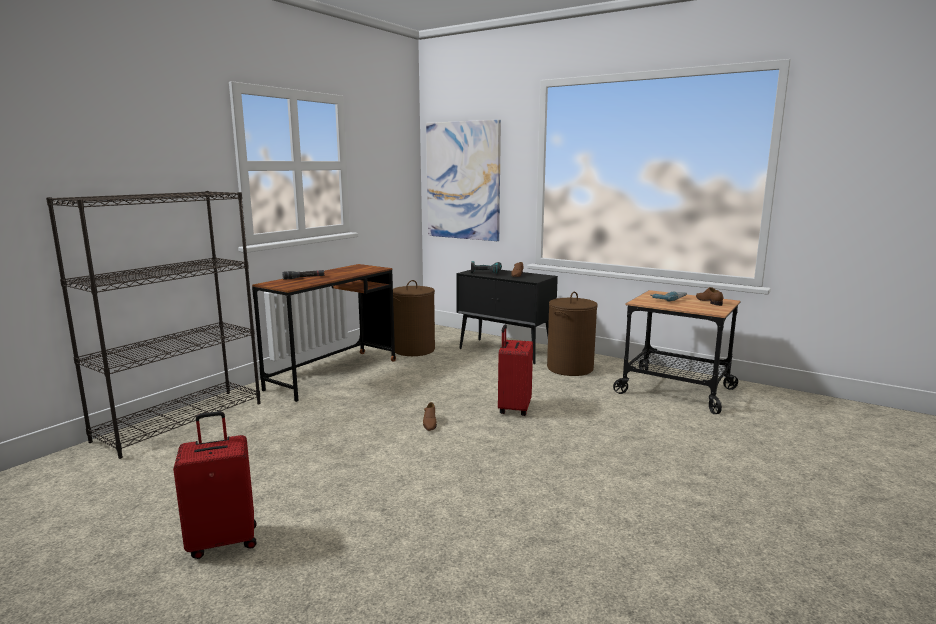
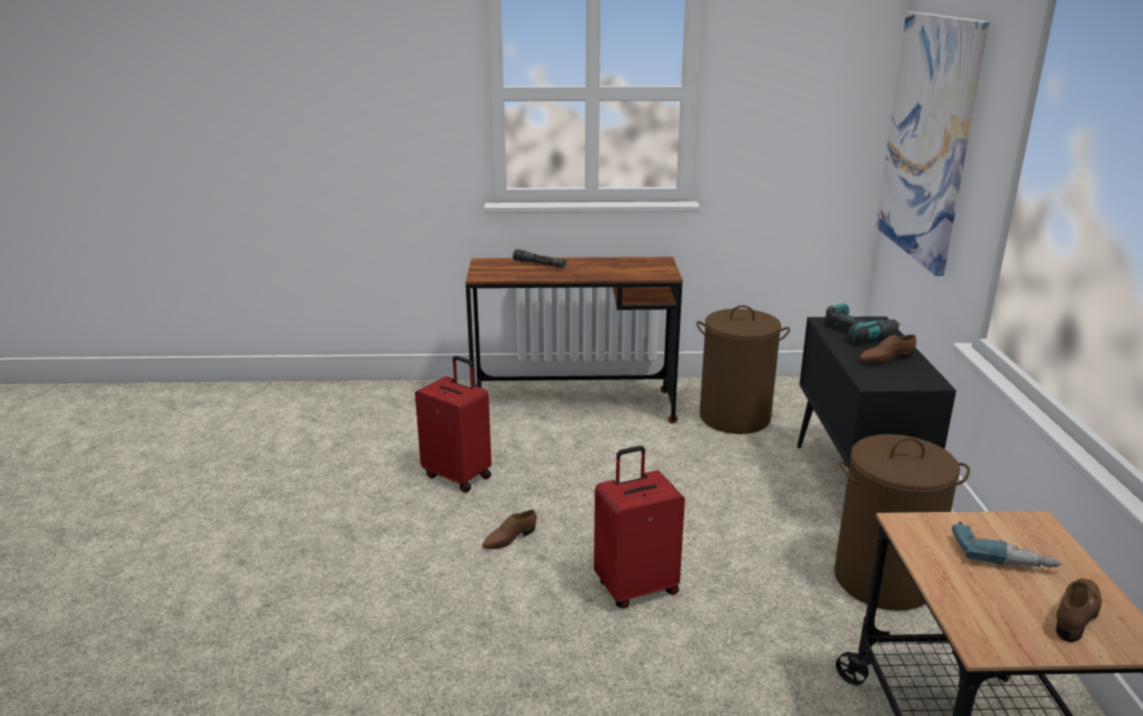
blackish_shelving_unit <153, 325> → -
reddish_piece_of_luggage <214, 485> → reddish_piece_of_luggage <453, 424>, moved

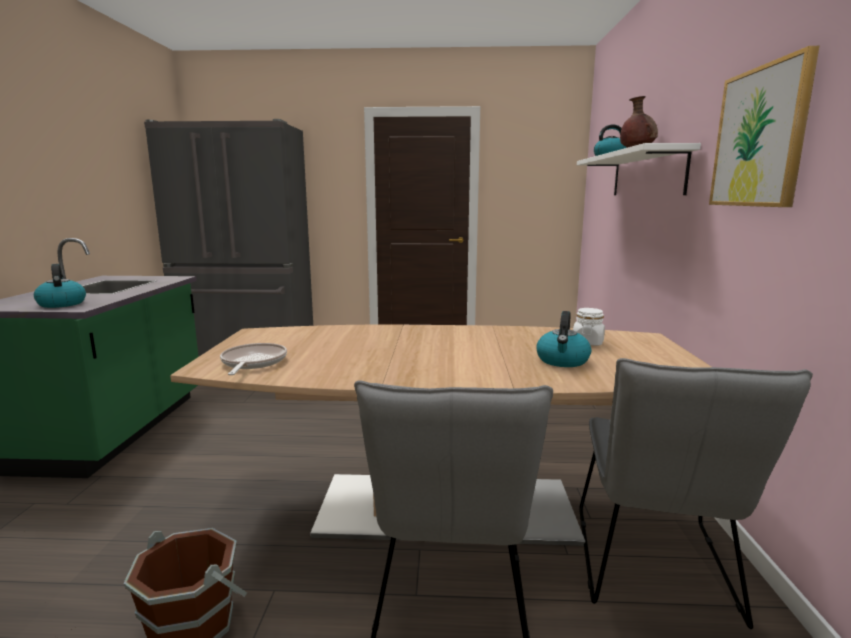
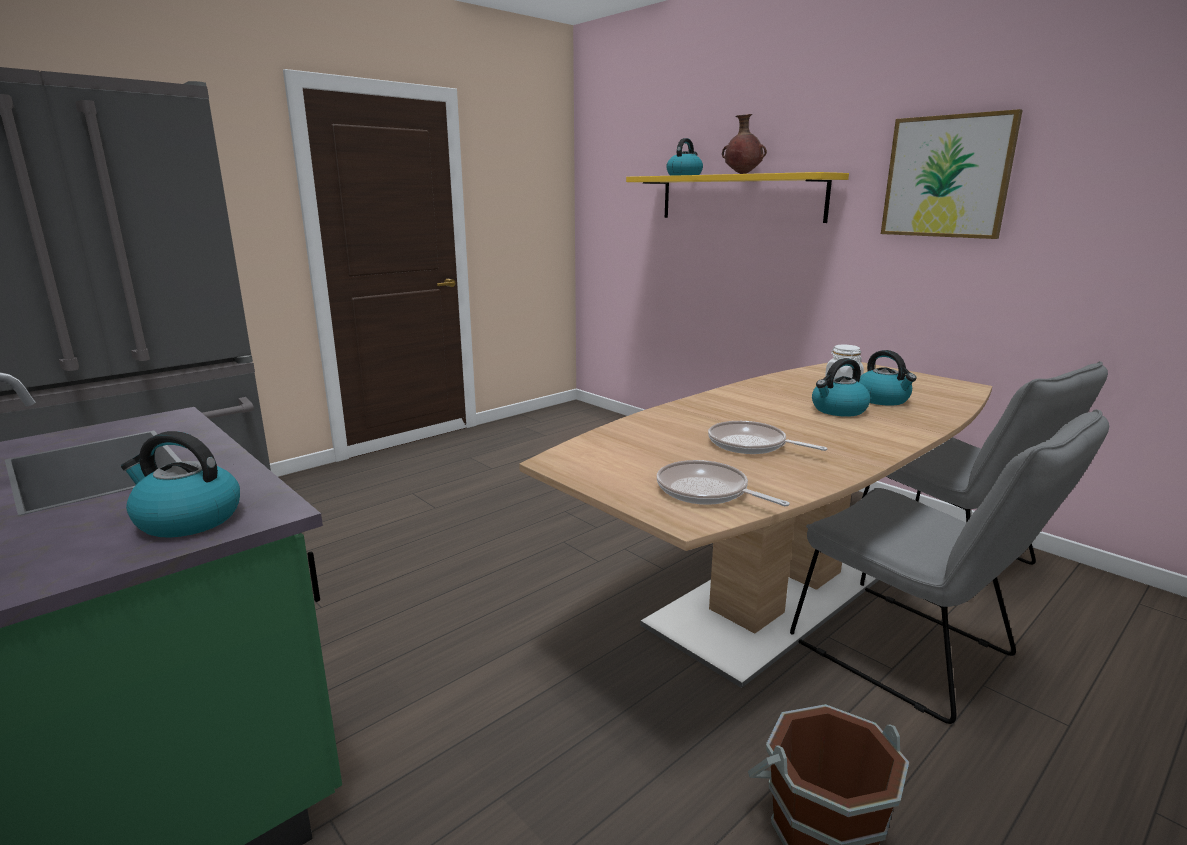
white_bracket_shelf <639, 169> → yellow-coloured_bracket_shelf <737, 197>
- → tea_kettle <841, 387>
- → pan <768, 437>

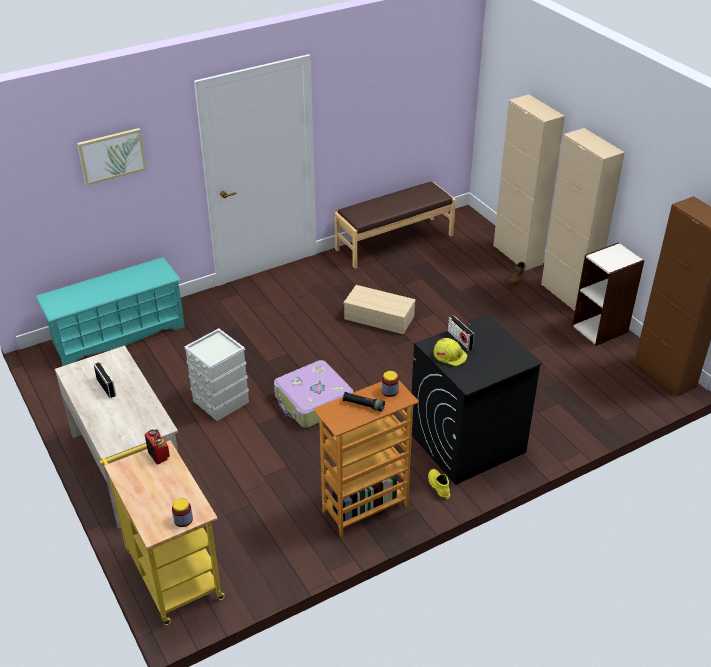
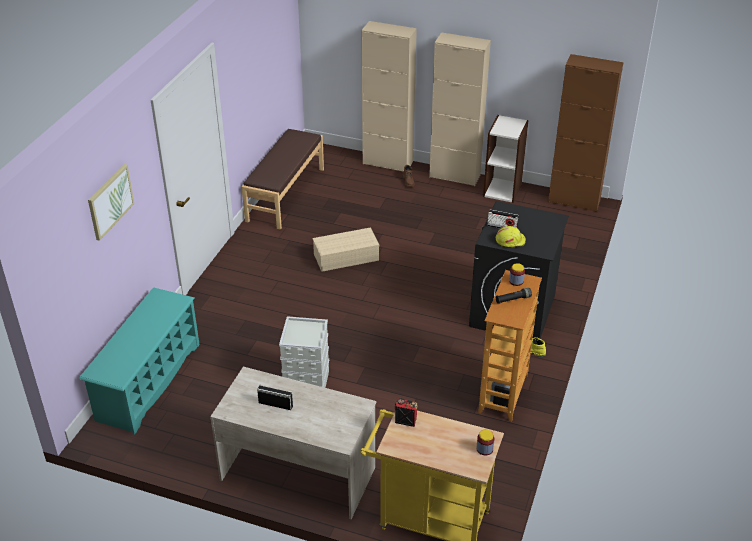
piece_of_luggage <313, 394> → -

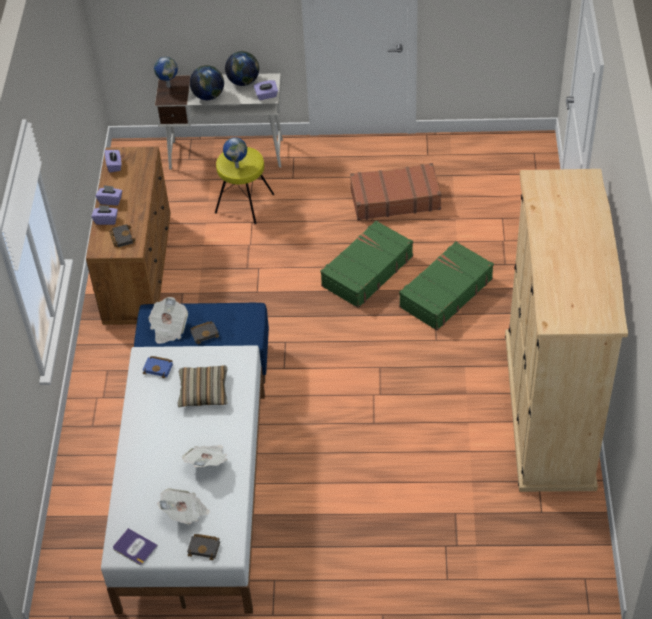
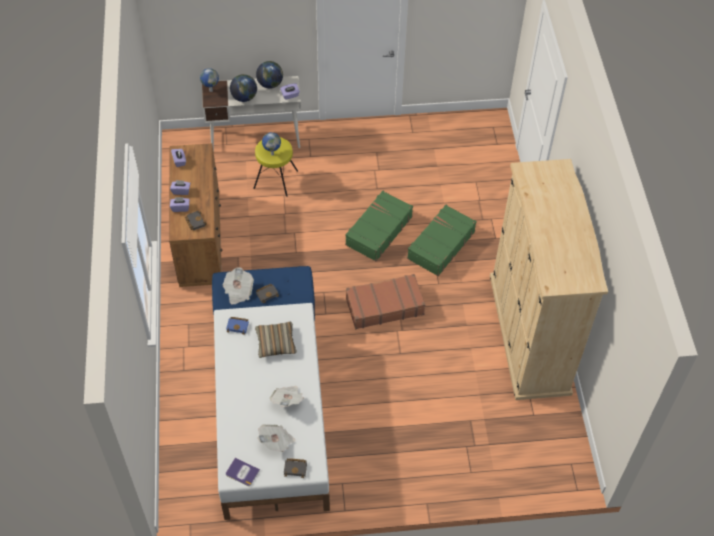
brownish_piece_of_luggage <396, 191> → brownish_piece_of_luggage <386, 301>, moved

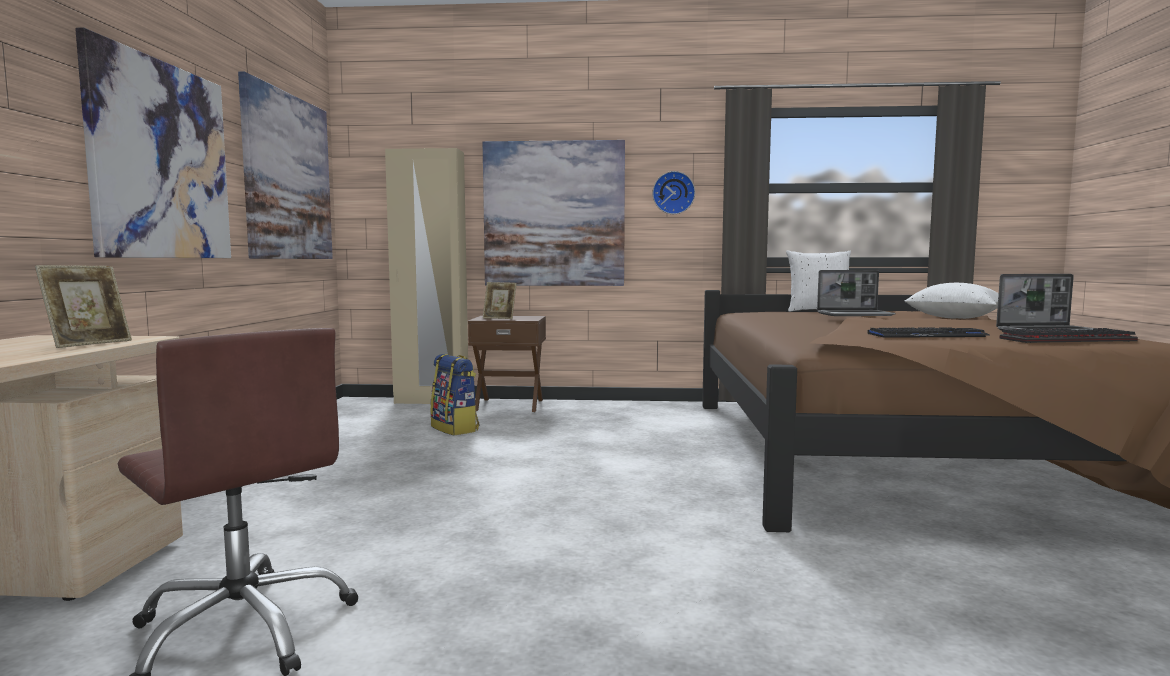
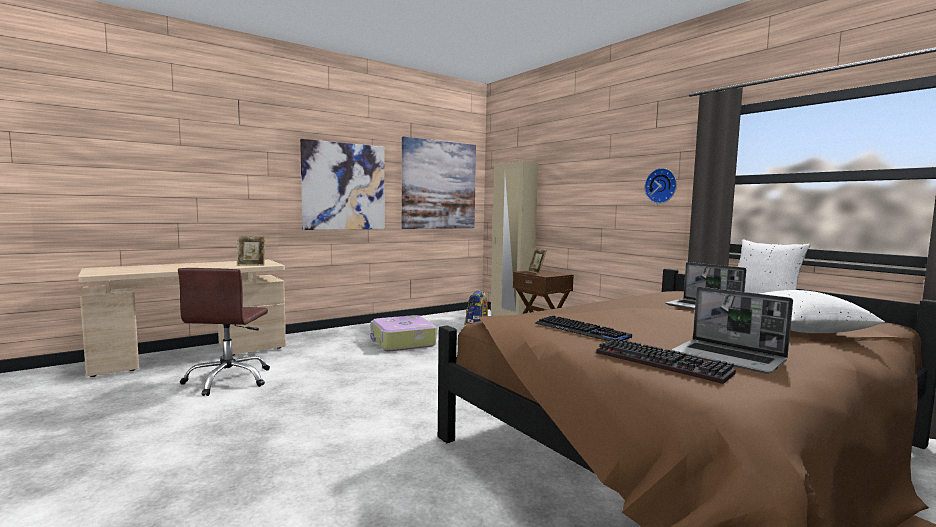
wall_art <554, 213> → -
- → piece_of_luggage <403, 333>

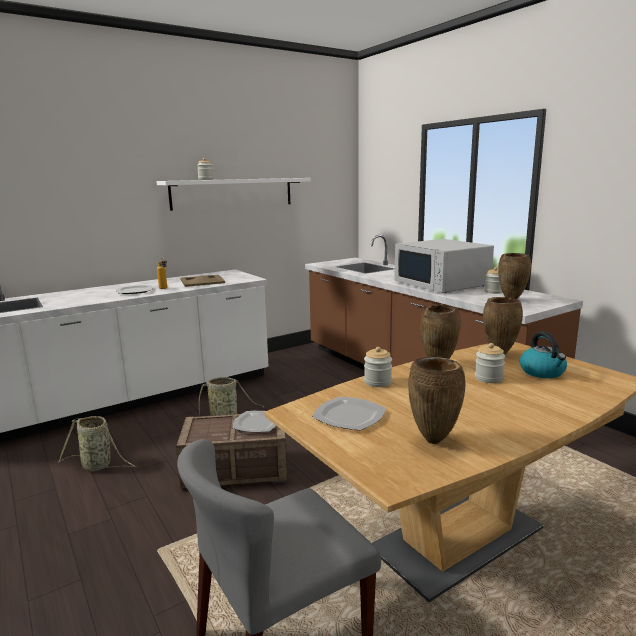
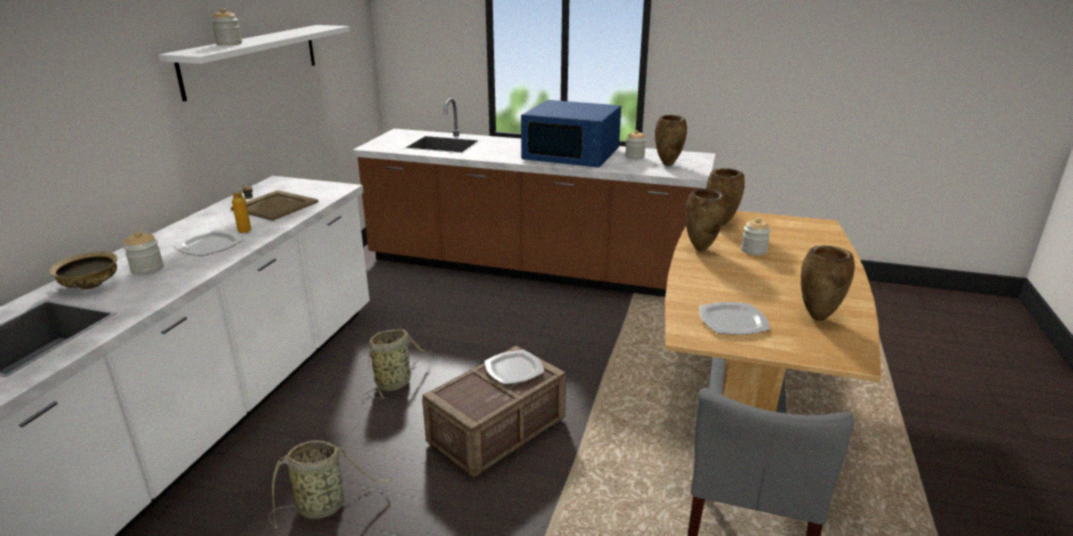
white_microwave_oven <444, 266> → blue_microwave_oven <571, 134>
tea_kettle <543, 355> → -
jar <378, 367> → jar <143, 253>, moved
- → beige-coloured_serving_bowl <83, 270>

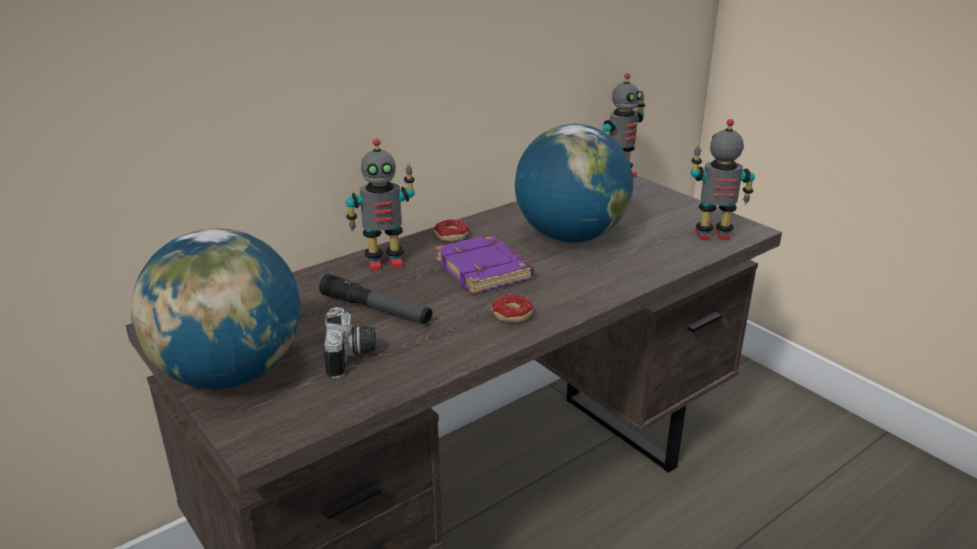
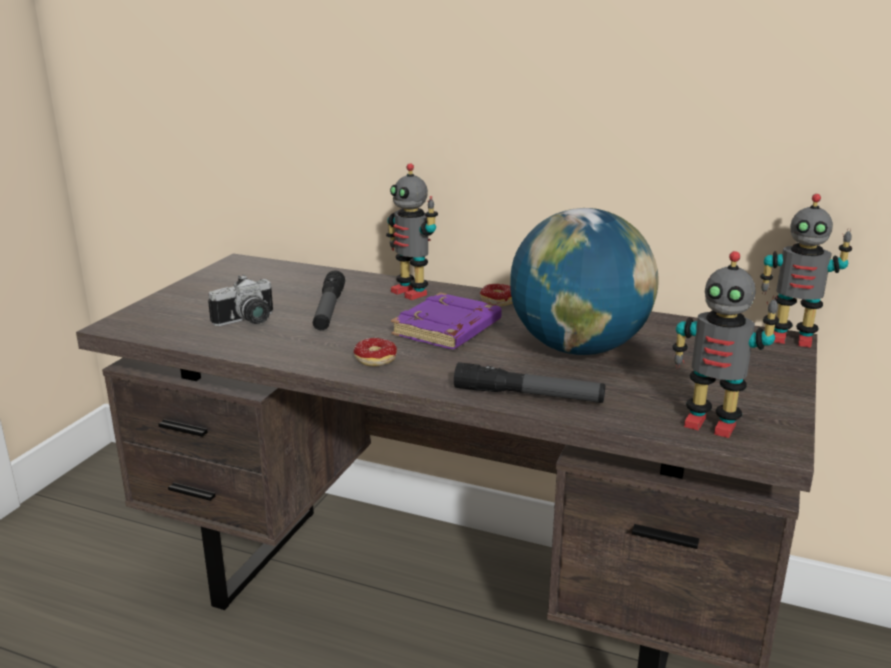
robot_figure <722, 179> → robot_figure <725, 344>, 150 degrees clockwise
globe <216, 308> → -
- → flashlight <529, 382>

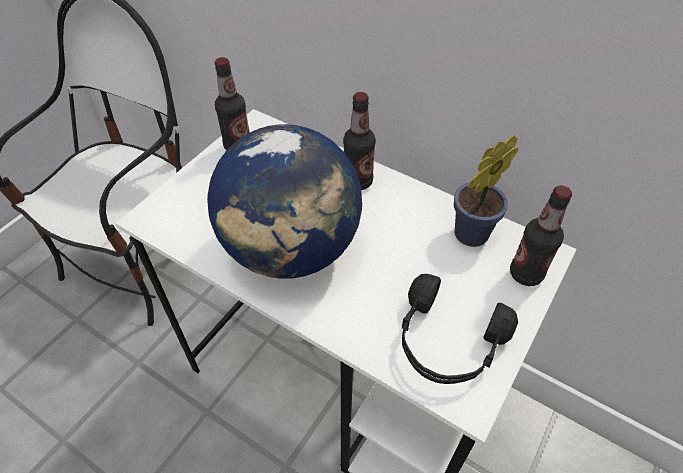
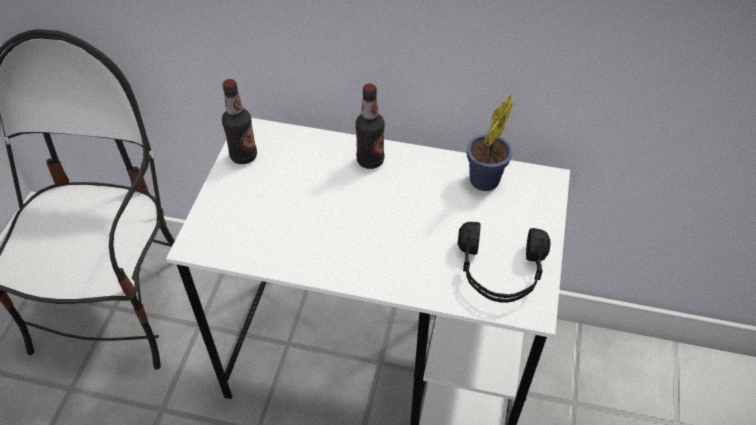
globe <284, 201> → -
bottle <541, 235> → -

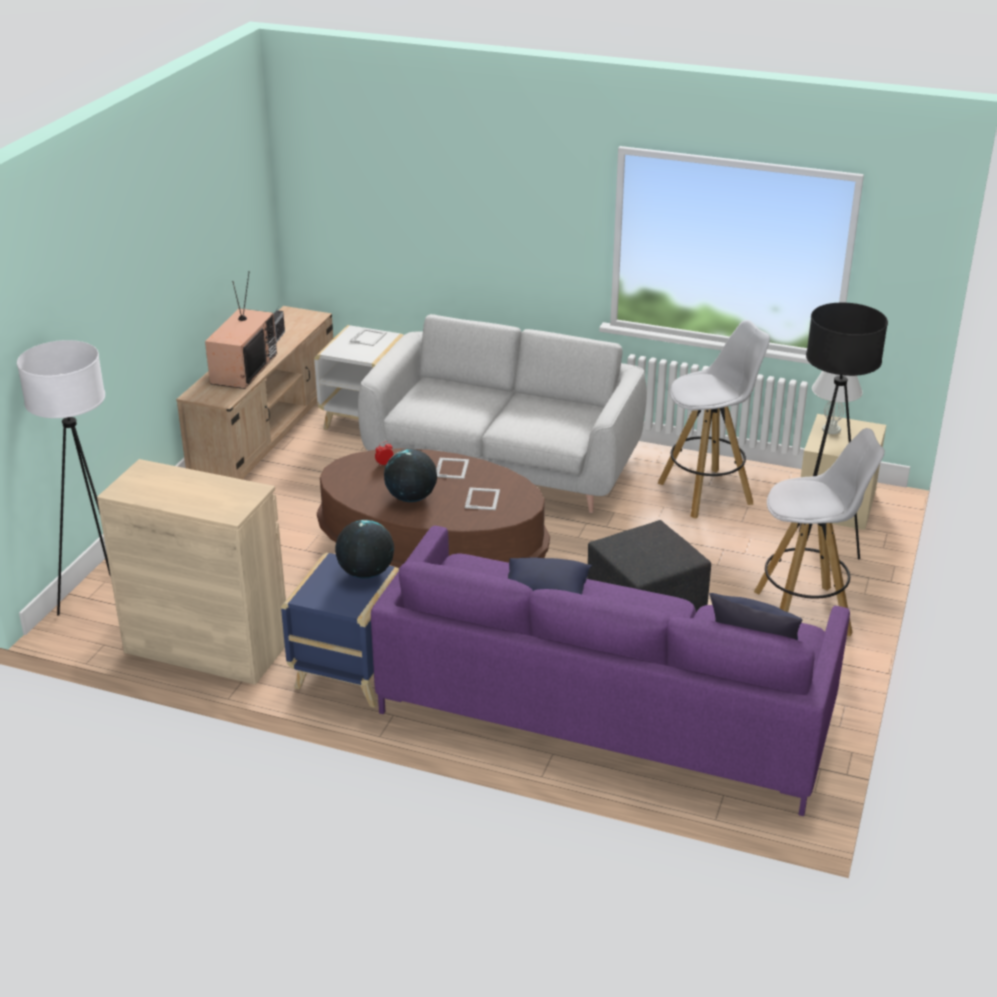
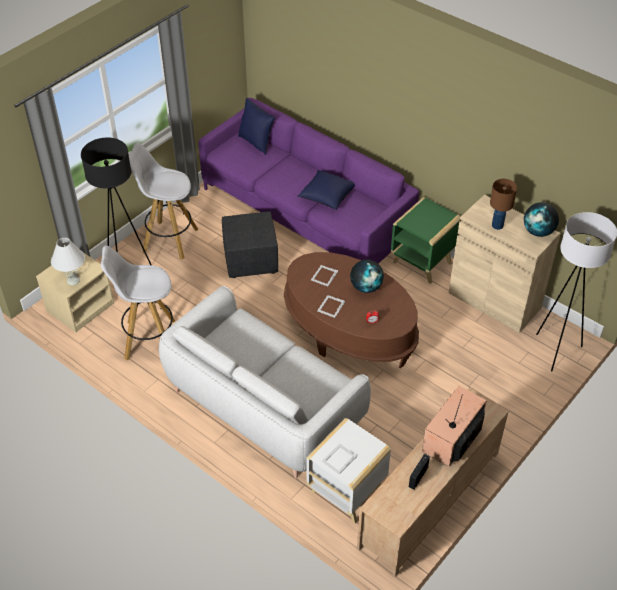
globe <364, 549> → globe <541, 219>, moved
blue_accent_table <340, 630> → green_accent_table <426, 240>
- → brownish_tabletop_lamp <503, 204>

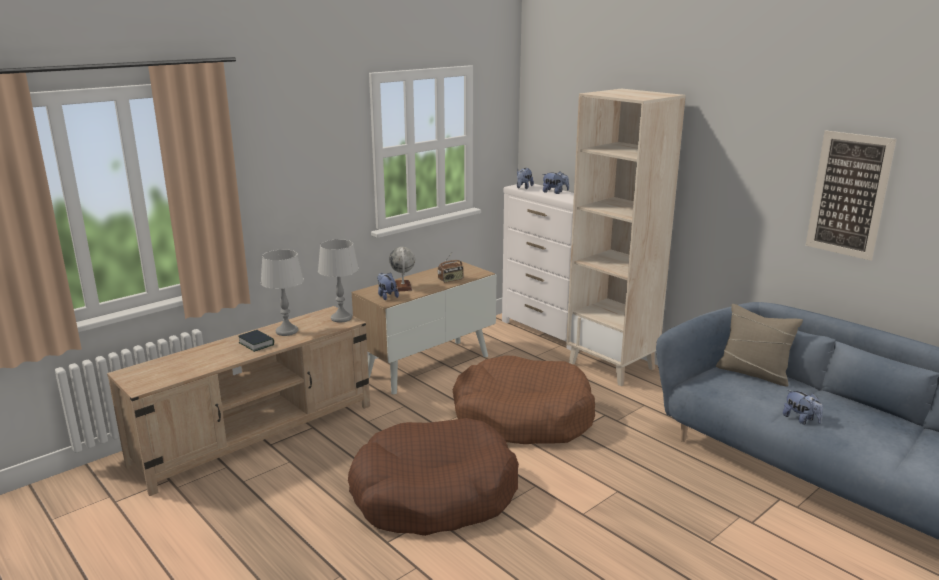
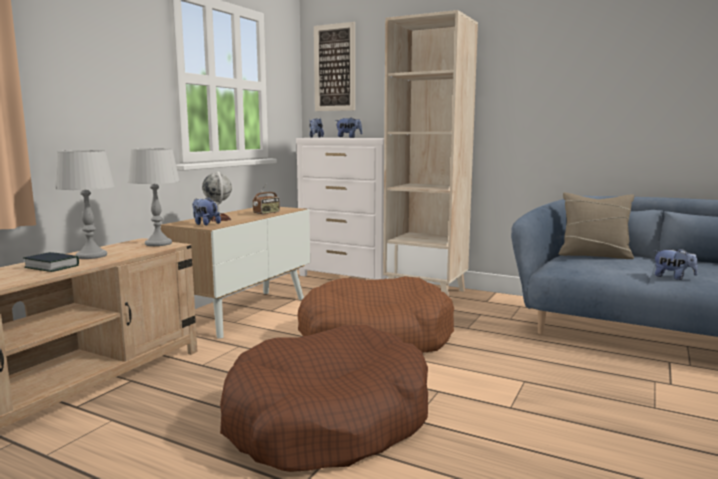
wall_art <851, 195> → wall_art <334, 66>, moved

